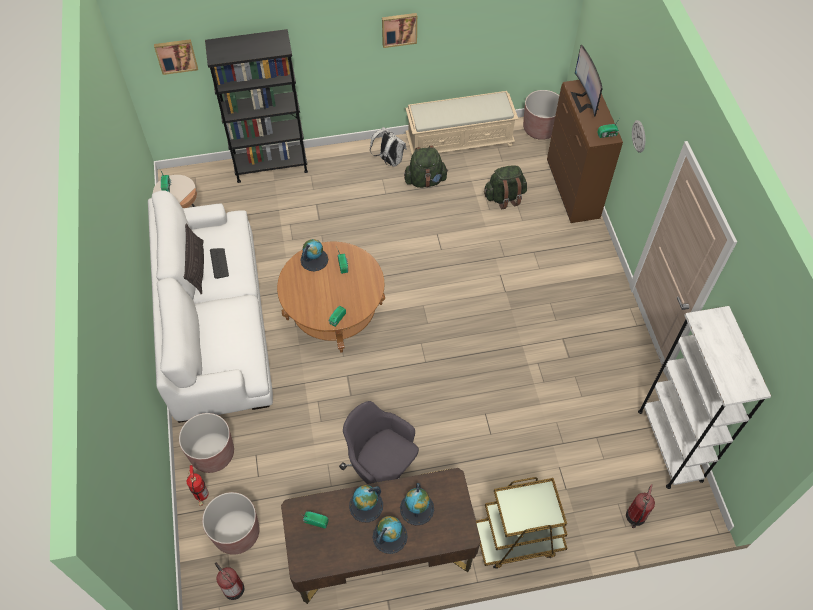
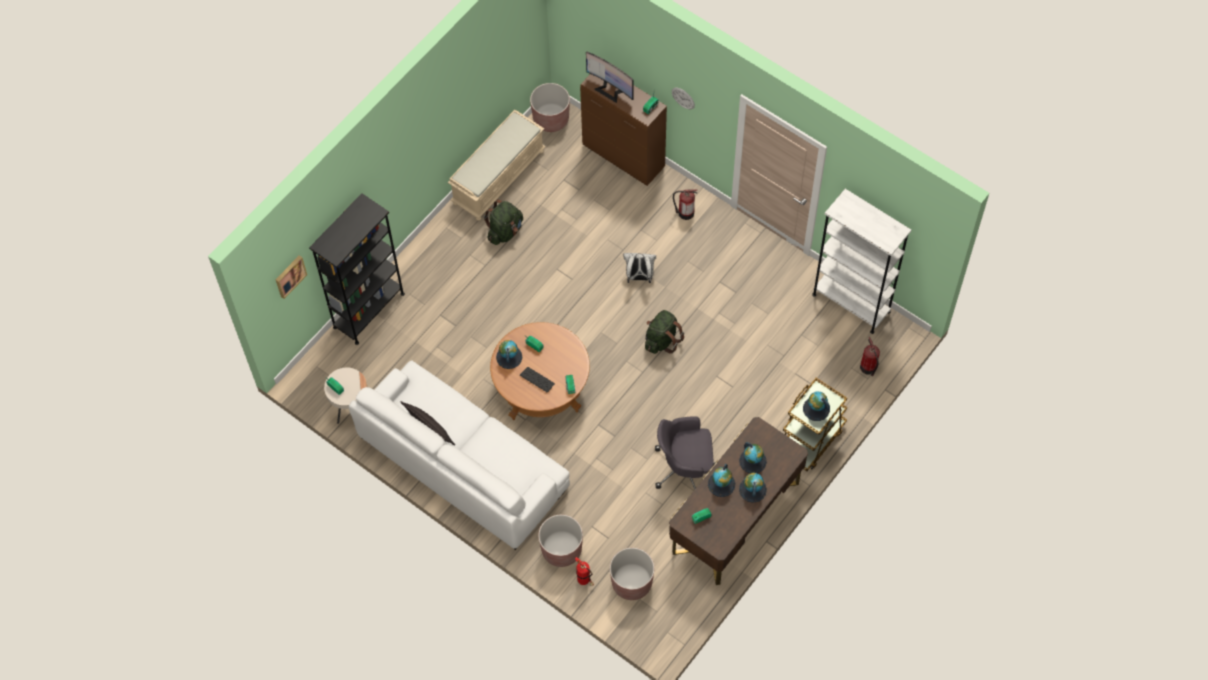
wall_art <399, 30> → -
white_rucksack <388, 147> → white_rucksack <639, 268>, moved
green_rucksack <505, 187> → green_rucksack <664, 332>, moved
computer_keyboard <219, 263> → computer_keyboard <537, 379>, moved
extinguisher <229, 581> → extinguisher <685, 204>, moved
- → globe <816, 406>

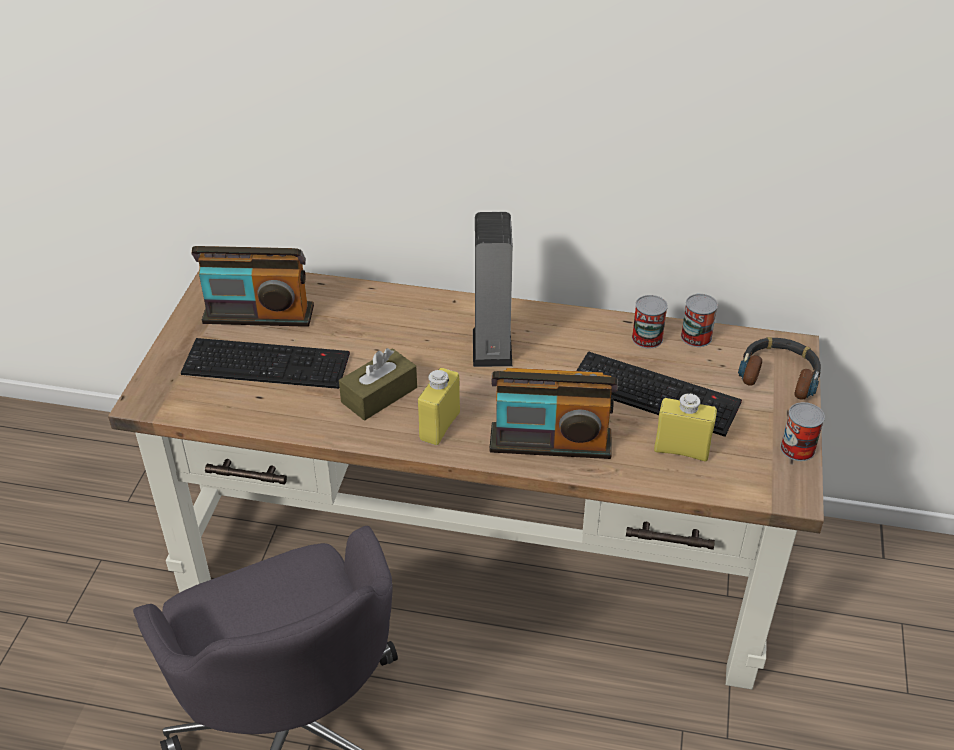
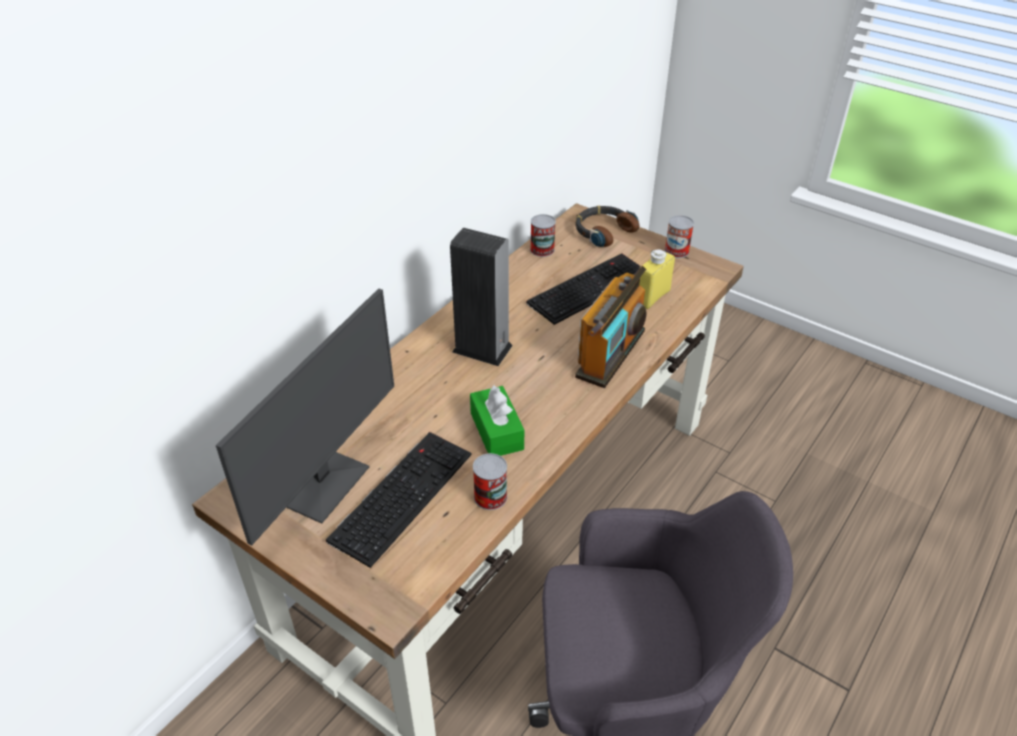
radio_receiver <253, 286> → monitor <305, 416>
can <650, 322> → can <490, 481>, moved
brownish_box_of_tissues <378, 384> → green_box_of_tissues <497, 420>
yellow-coloured_bottle <439, 406> → -

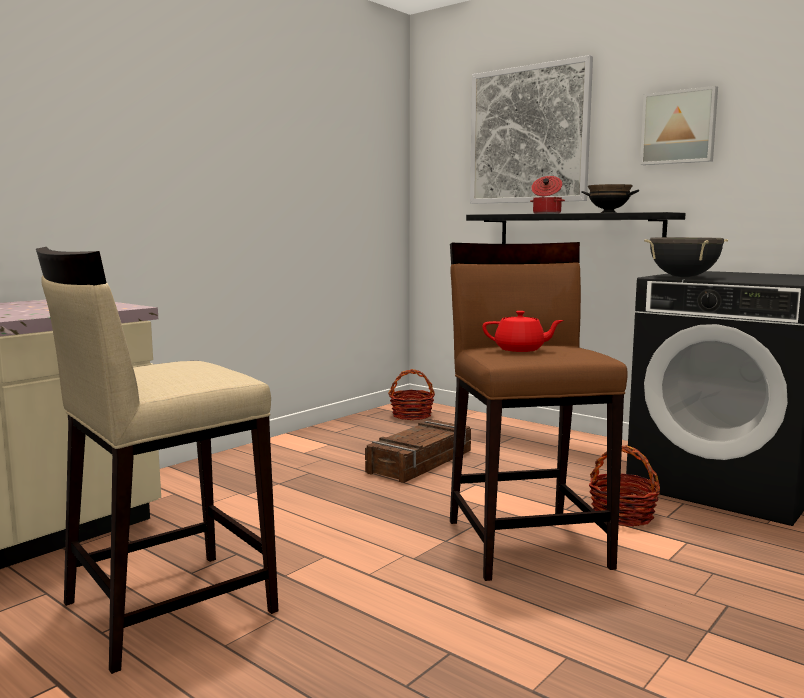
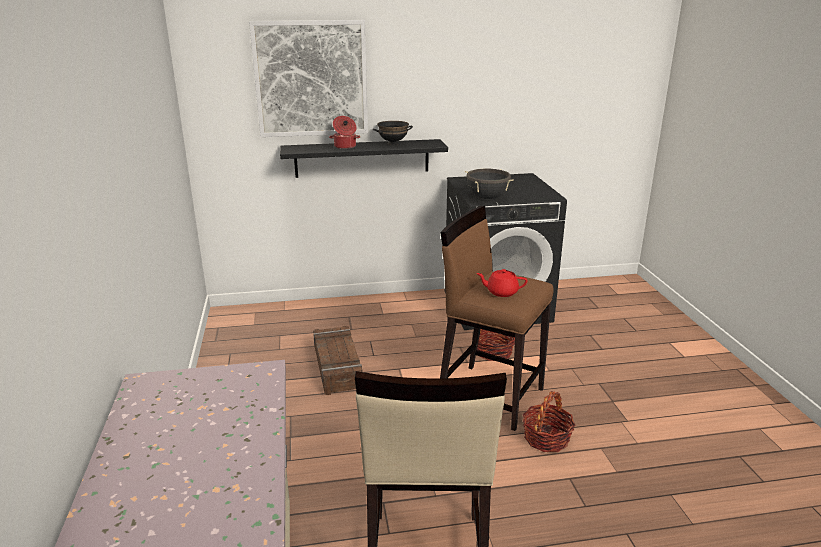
wall_art <679, 125> → -
reddish_pot_for_tea <523, 331> → reddish_pot_for_tea <502, 283>, 135 degrees counterclockwise
household_basket <411, 394> → household_basket <549, 421>, moved

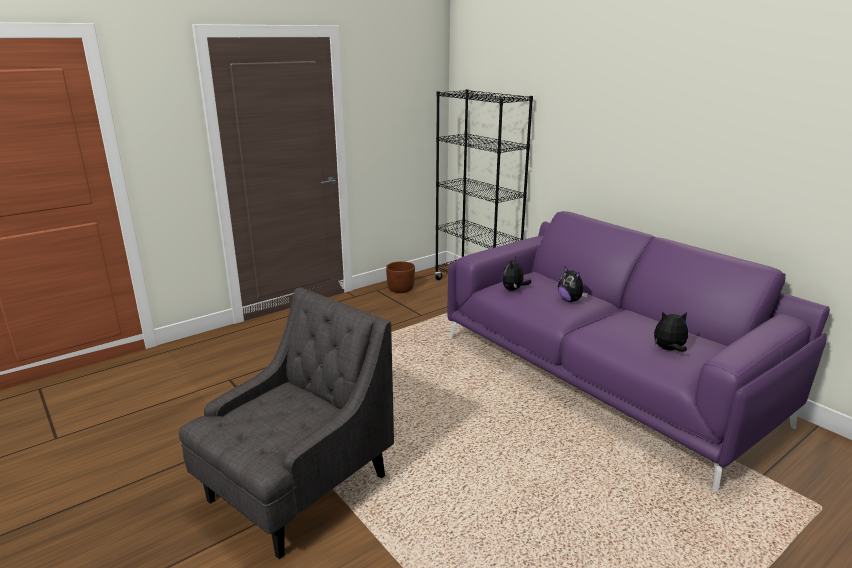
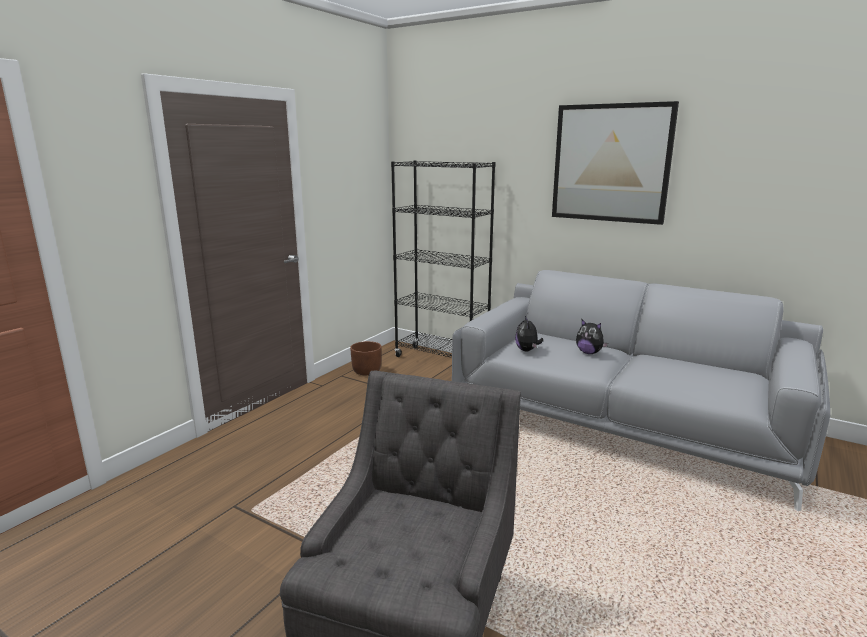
purplish_settee <638, 351> → greyish_settee <641, 390>
cuddly_toy <671, 332> → -
- → wall_art <615, 163>

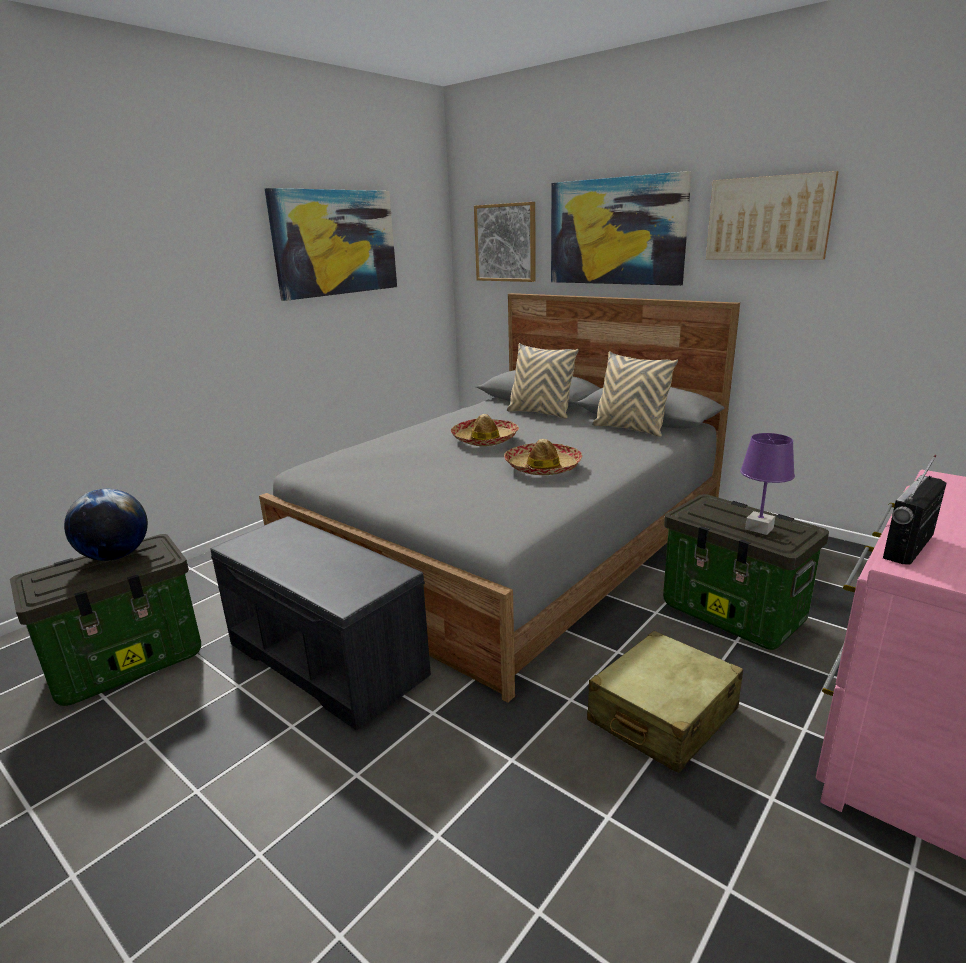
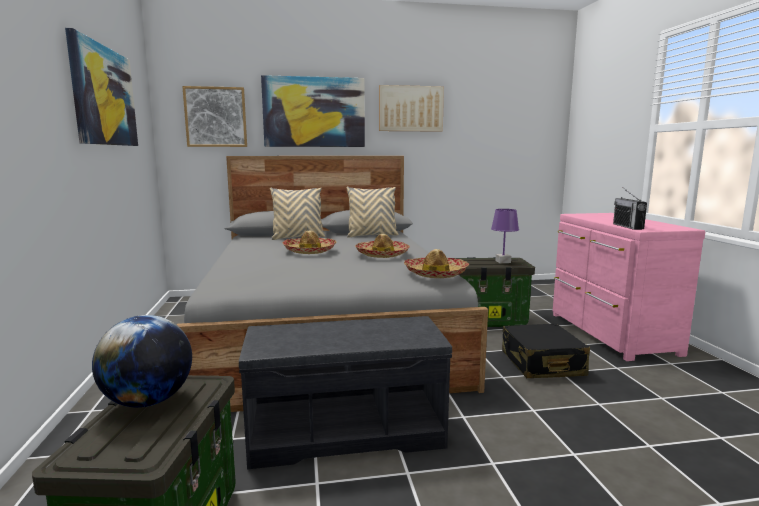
beige-coloured_piece_of_luggage <665, 702> → blackish_piece_of_luggage <546, 350>
- → clothing_hat <437, 263>

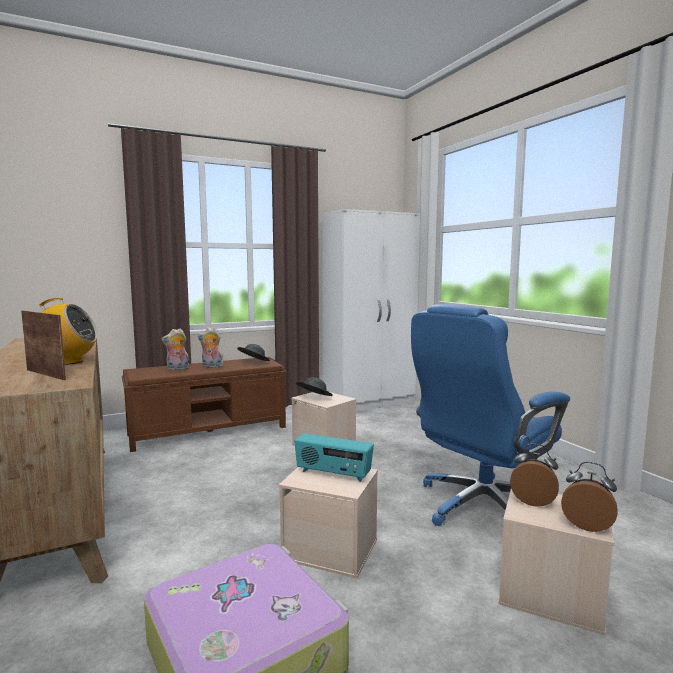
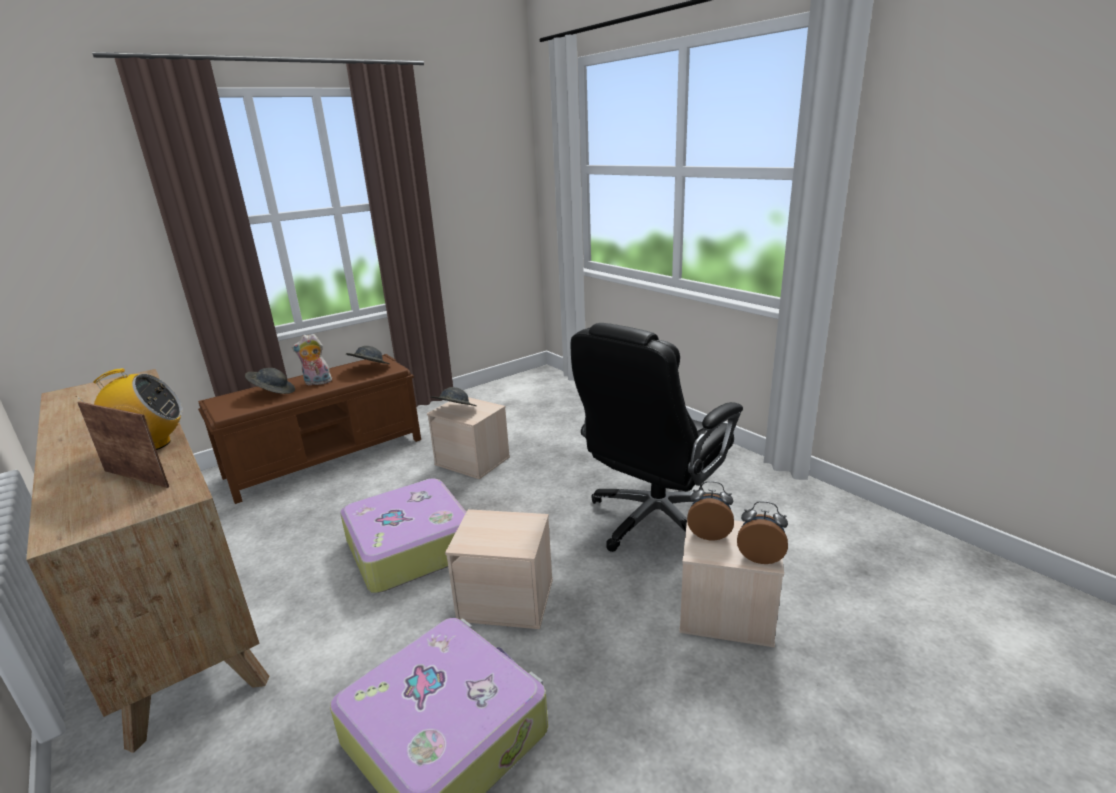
white_clothes_cupboard <370, 310> → -
blue_desk_chair <490, 415> → blackish_desk_chair <657, 437>
cuddly_toy <175, 349> → greyish_clothing_hat <270, 381>
radio_receiver <334, 457> → -
- → piece_of_luggage <403, 536>

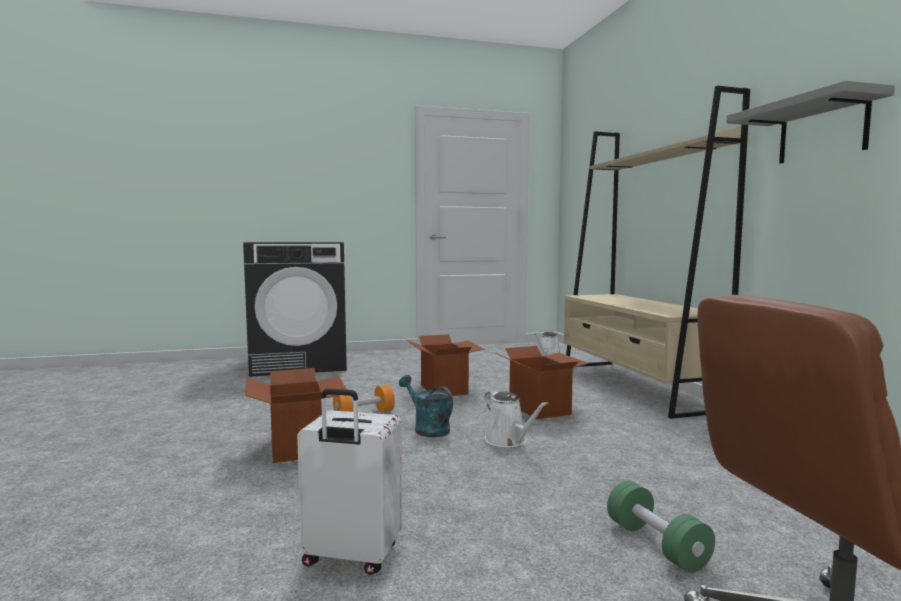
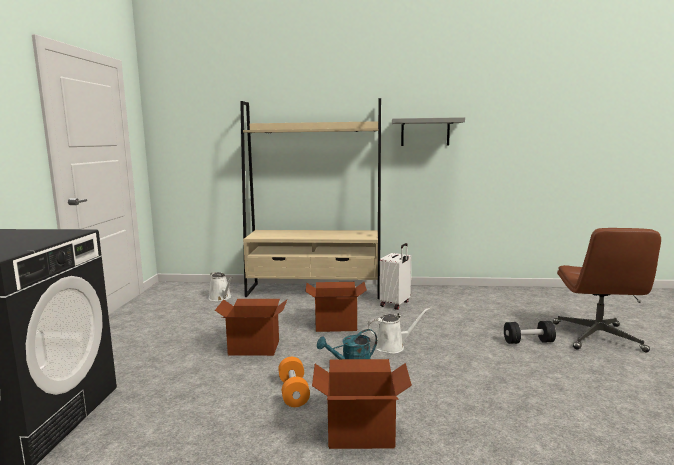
white_piece_of_luggage <349, 481> → white_piece_of_luggage <395, 276>, moved
green_dumbbell <661, 527> → blackish_dumbbell <530, 332>

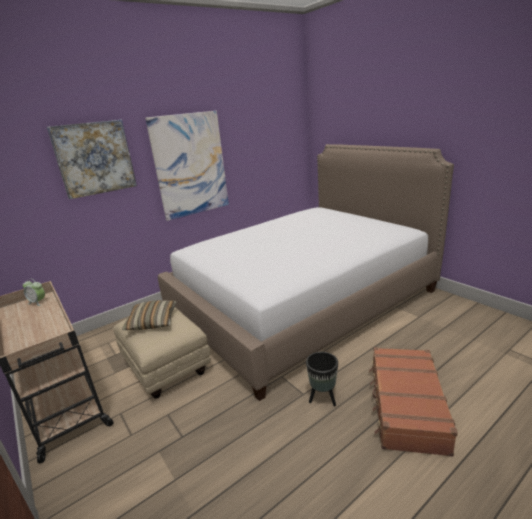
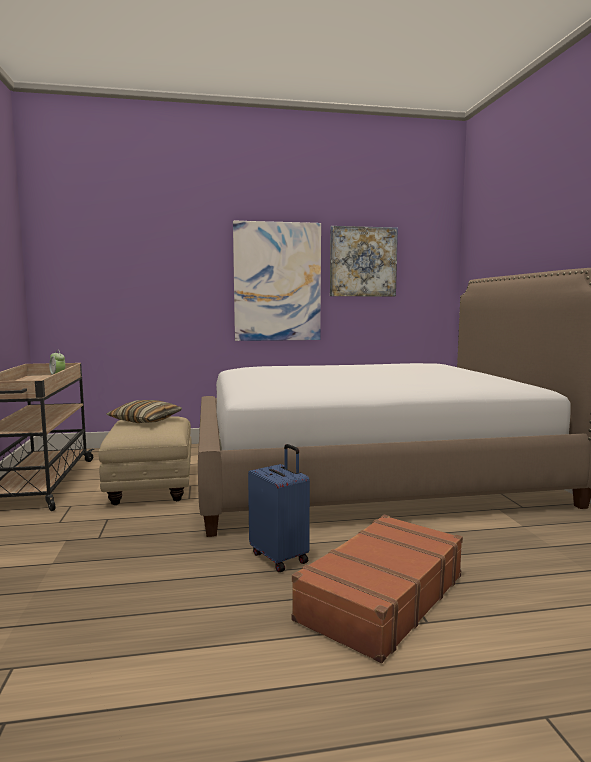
wall_art <92, 159> → wall_art <364, 261>, moved
blackish_planter <322, 379> → blue_piece_of_luggage <279, 508>

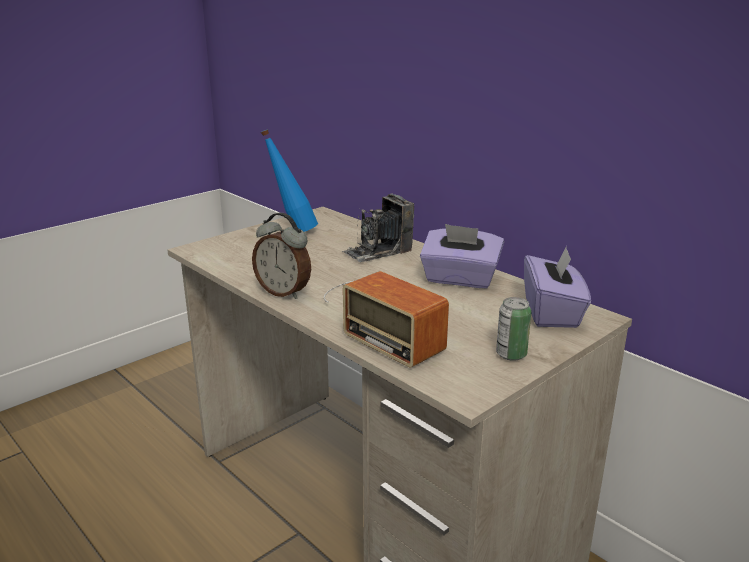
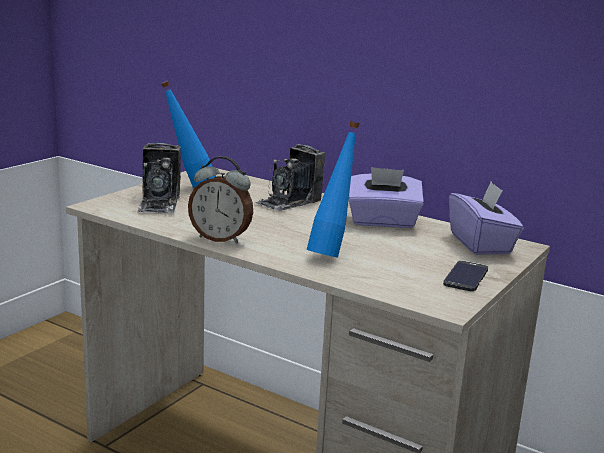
radio_receiver <386, 319> → blue_bottle <333, 189>
can <514, 329> → phone <465, 276>
- → still_camera <159, 178>

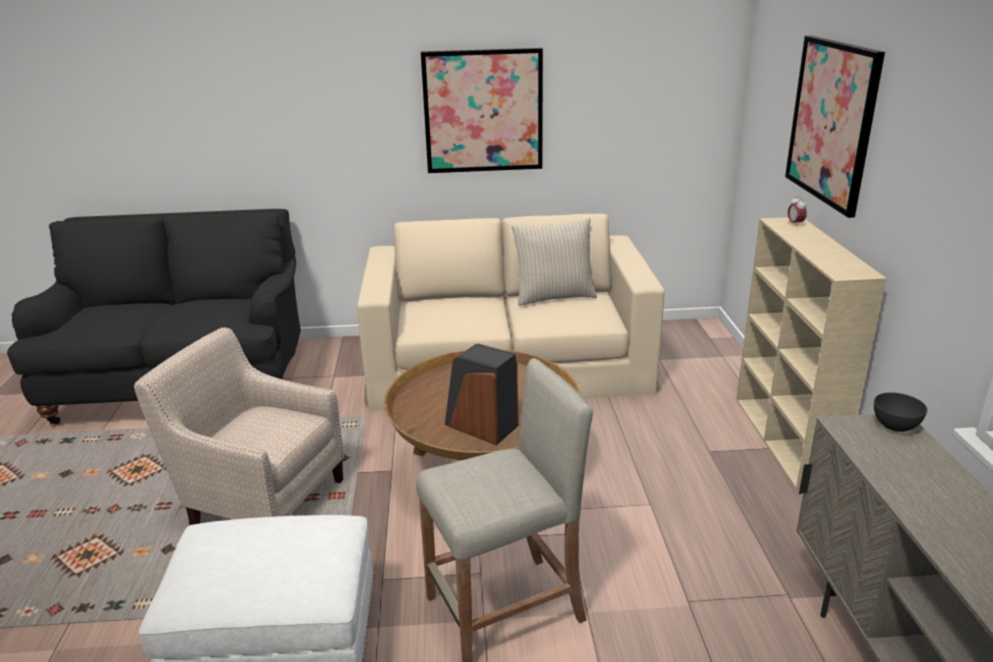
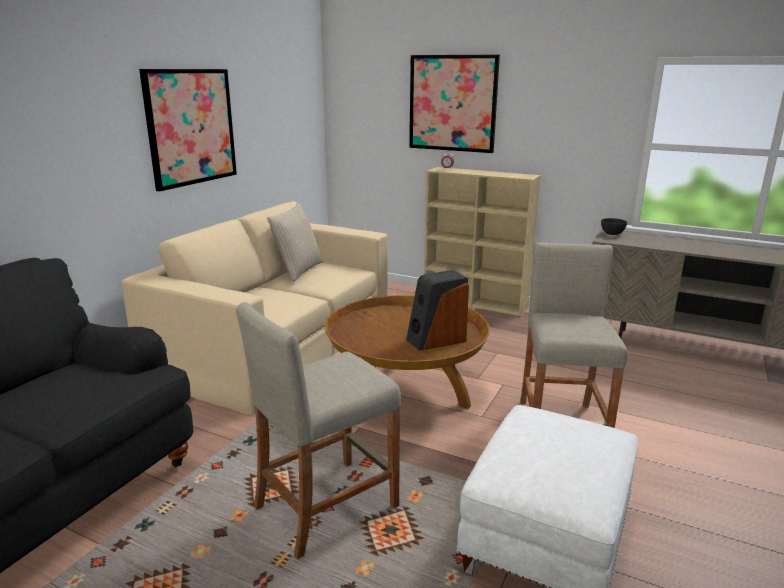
beige-coloured_lounge_chair <239, 426> → beige-coloured_stool_seat <318, 430>

